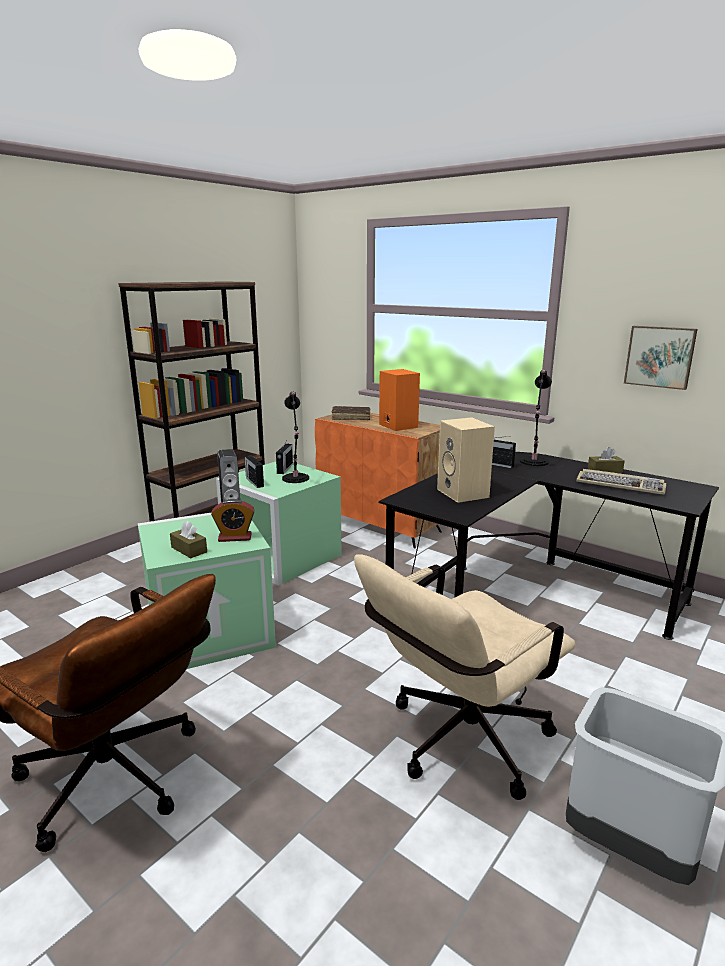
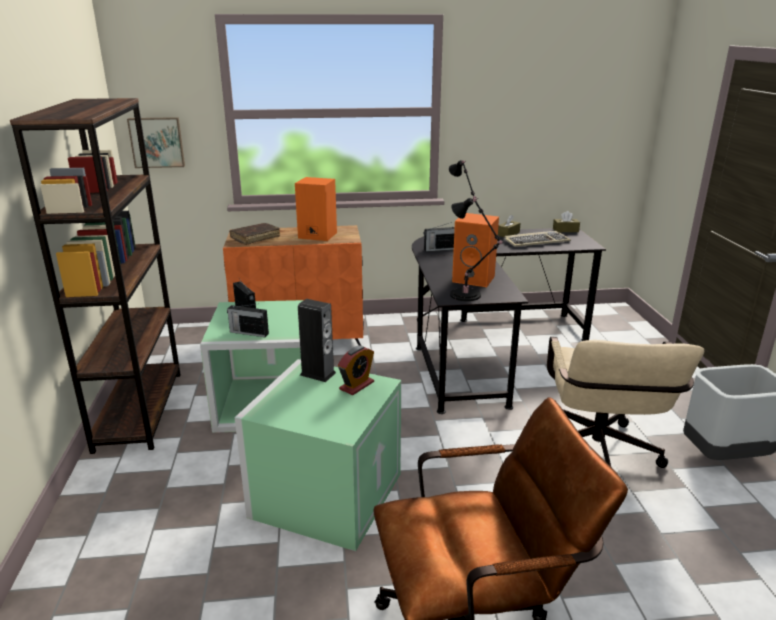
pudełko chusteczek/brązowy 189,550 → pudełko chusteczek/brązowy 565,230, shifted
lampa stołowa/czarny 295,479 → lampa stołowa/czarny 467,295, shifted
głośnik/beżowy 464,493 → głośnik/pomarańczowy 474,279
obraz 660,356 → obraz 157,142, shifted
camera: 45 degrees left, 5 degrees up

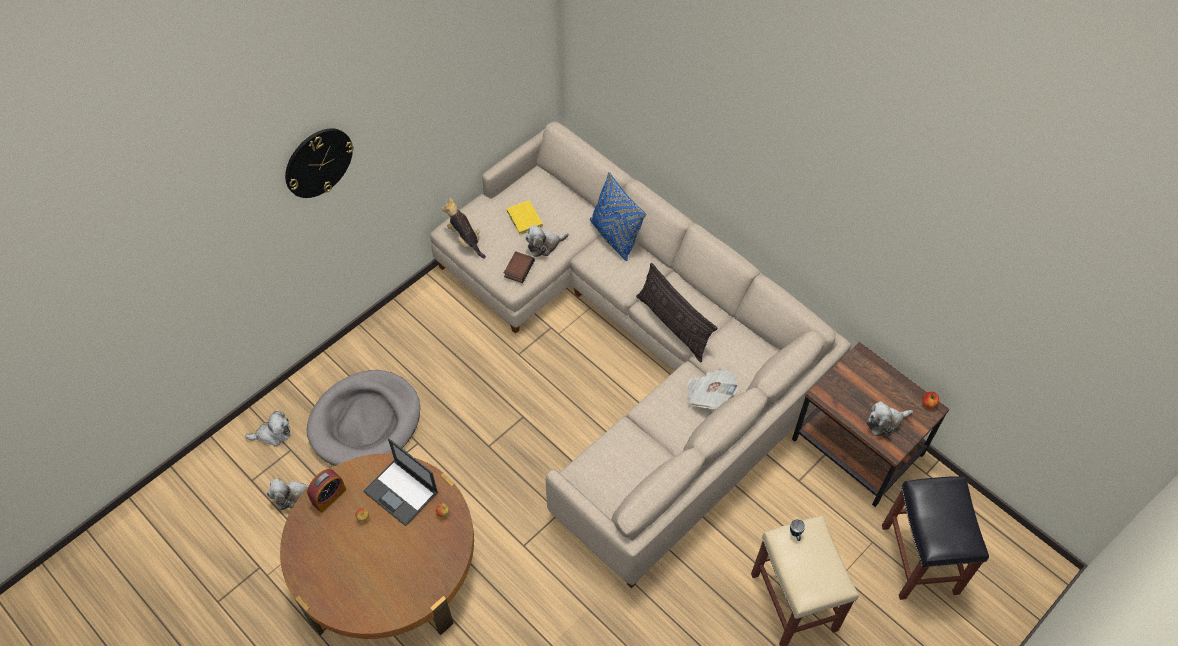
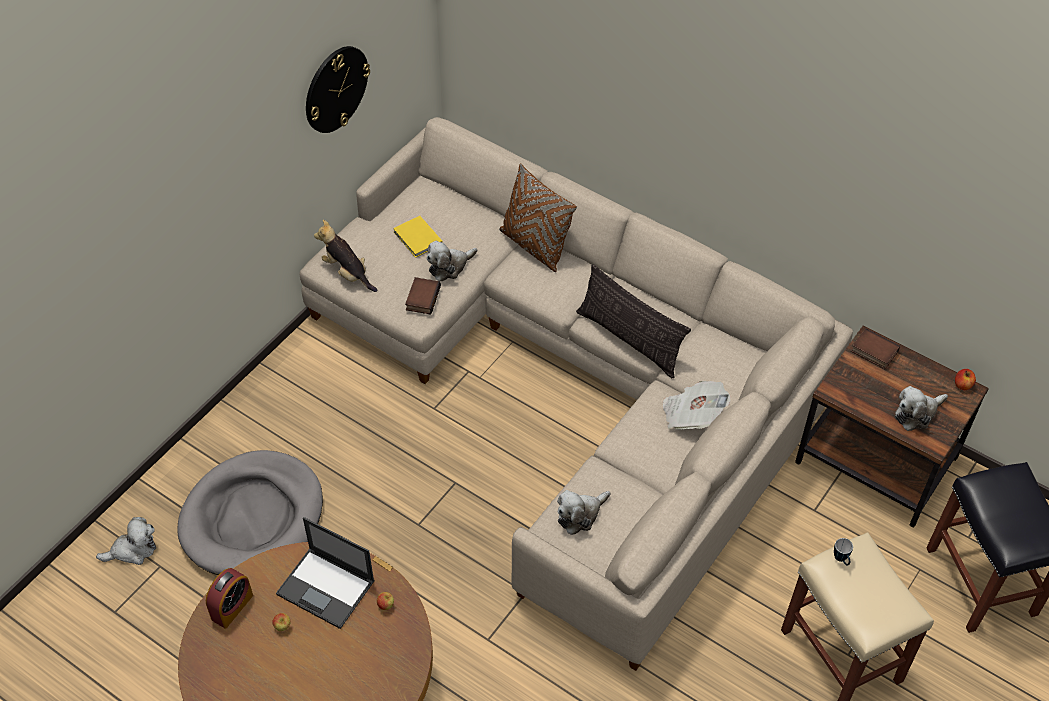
pluszak 292,495 → pluszak 580,515, shifted
zegar ścienny 318,162 → zegar ścienny 336,89, shifted
poduszka/niebieski 615,236 → poduszka/brązowy 534,246
- → książka 873,352
camera: 10 degrees left, 5 degrees down

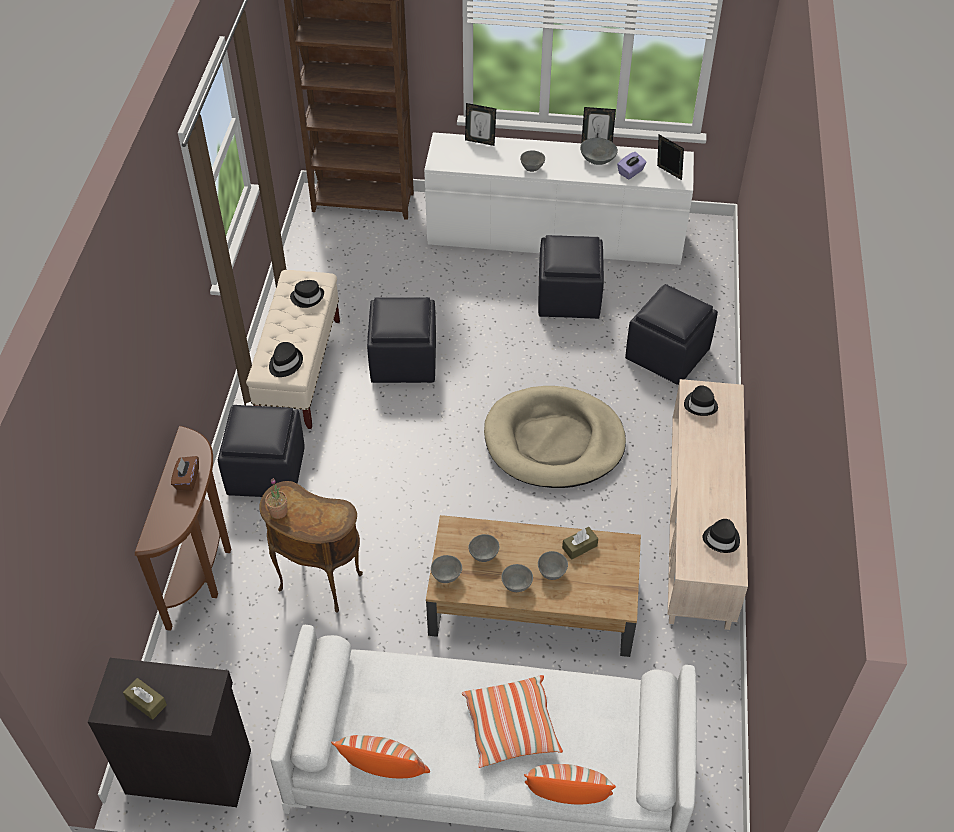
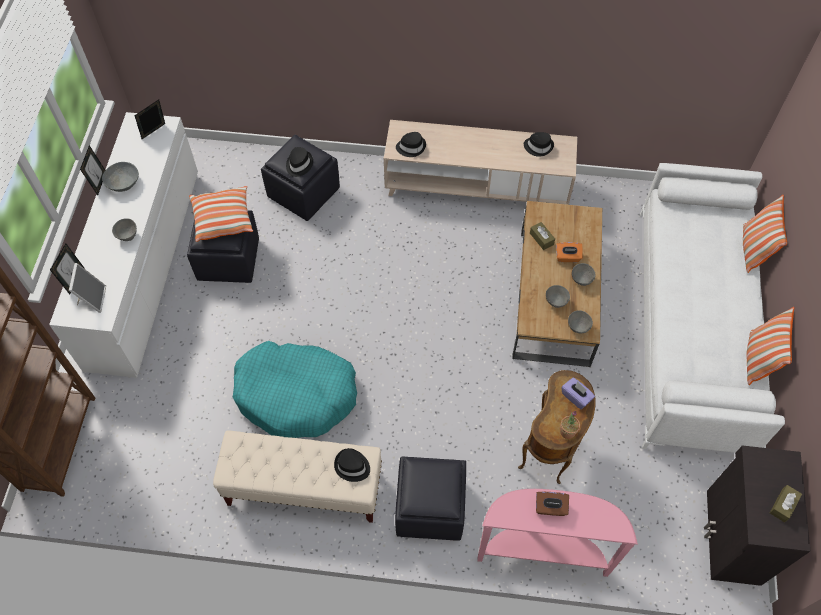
stolik konsolowy/brązowy 204,569 → stolik konsolowy/różowy 542,551
kapelusz/czarny 307,297 → kapelusz/czarny 299,164, shifted
pufa/czarny 403,360 → legowisko/turkusowy 296,395
poduszka 511,728 → poduszka 223,219, shifted
legowisko/beżowy 554,441 → -
miska/szary 552,573 → pudełko chusteczek/pomarańczowy 567,257
pudełko chusteczek/fioletowy 631,172 → pudełko chusteczek/fioletowy 576,397, shifted
- → ramka na zdjęcie 92,299
camera: 90 degrees left, 10 degrees up

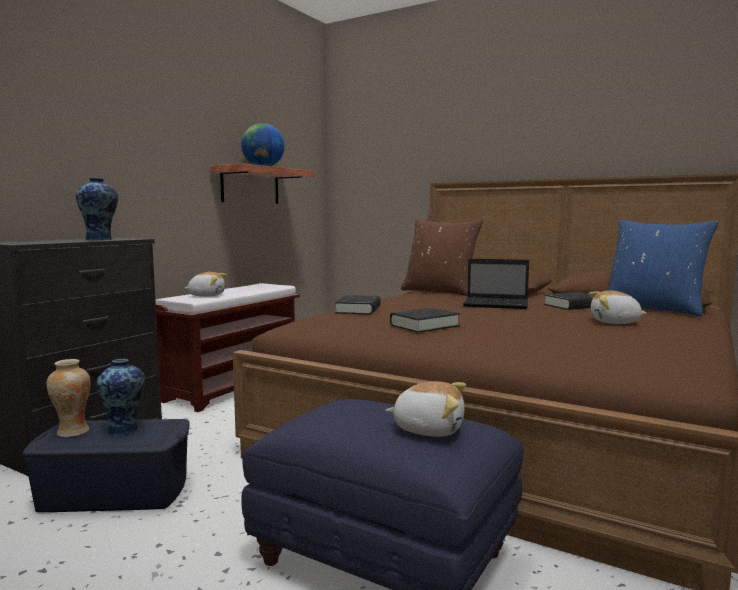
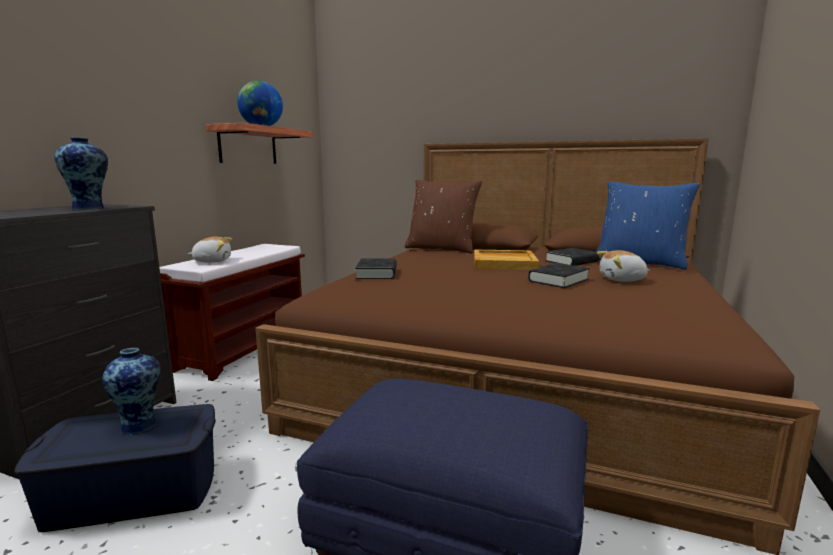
wazon 72,432 → -
pluszak 428,429 → -
książka/czarny 424,325 → książka/czarny 558,280, shifted
laptop 497,305 → taca/beżowy 504,263
camera: 10 degrees left, 5 degrees up

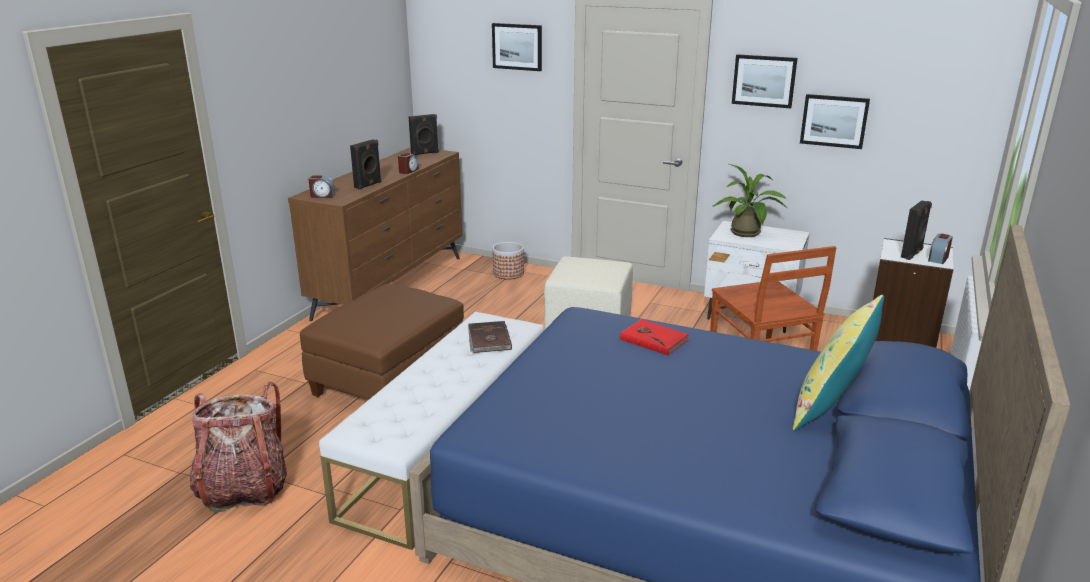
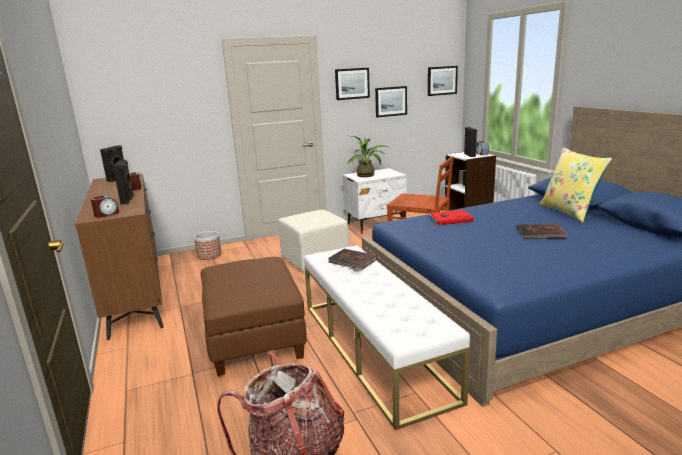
obraz 517,46 → obraz 442,80, shifted
- → książka/brązowy 541,234
camera: 45 degrees left, 5 degrees down

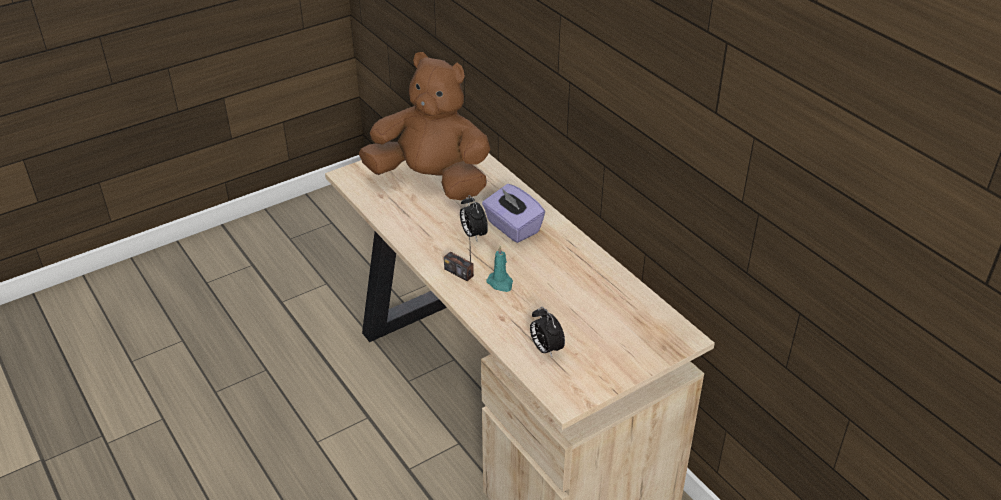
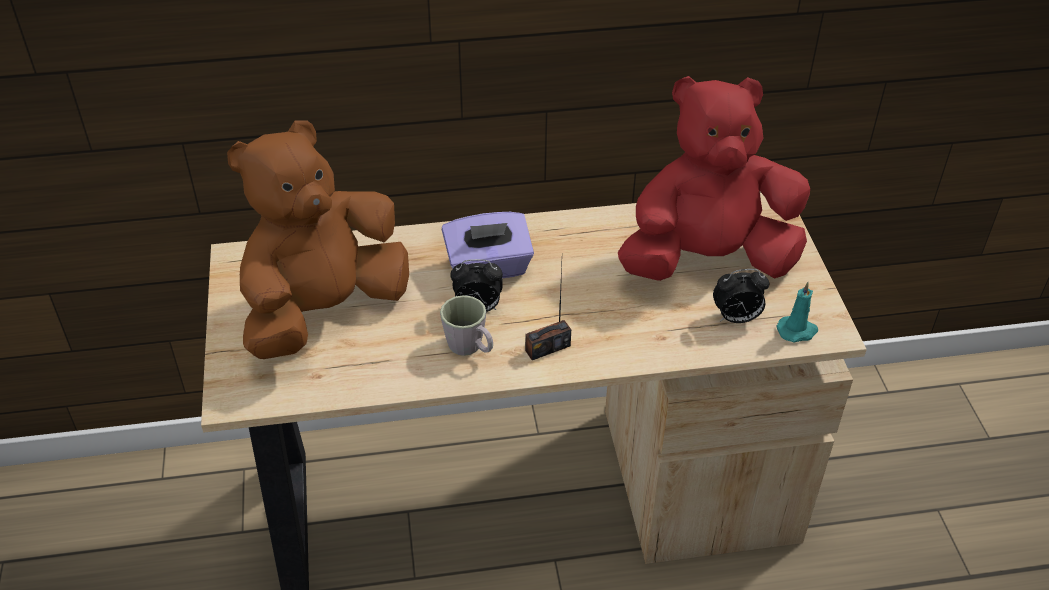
świeca/turkusowy 500,283 → świeca/turkusowy 797,331, shifted
- → kubek/szary 470,348
- → pluszak/czerwony 707,260
camera: 65 degrees left, 5 degrees up

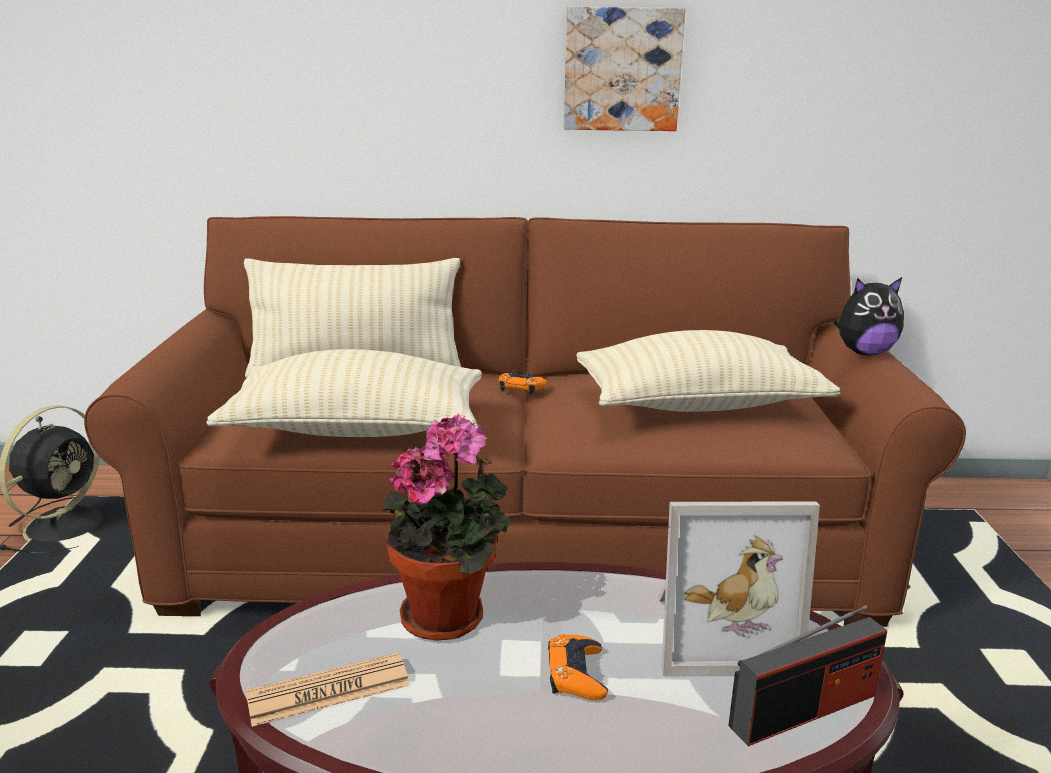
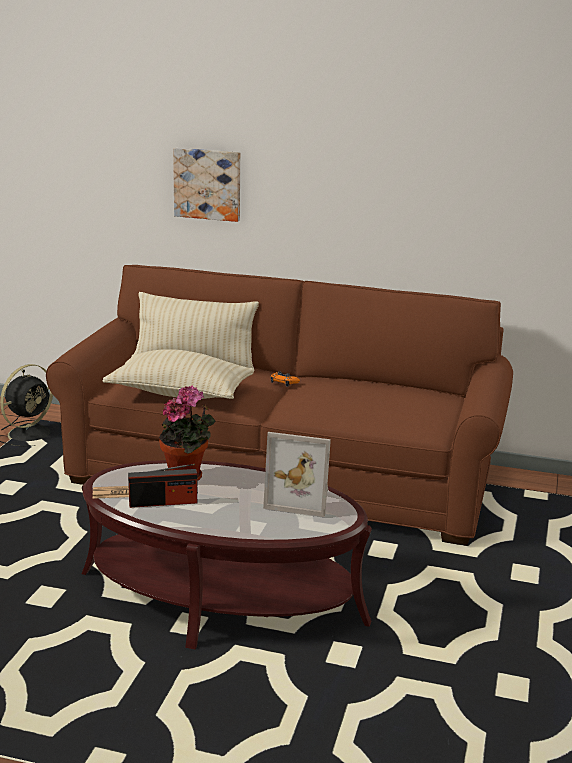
pad do gier/pomarańczowy 576,674 → -
obraz 621,70 → obraz 208,184, shifted
poduszka/beżowy 698,405 → -
radio 803,710 → radio 163,502, shifted
pluszak 864,352 → -
camera: 15 degrees right, 0 degrees up

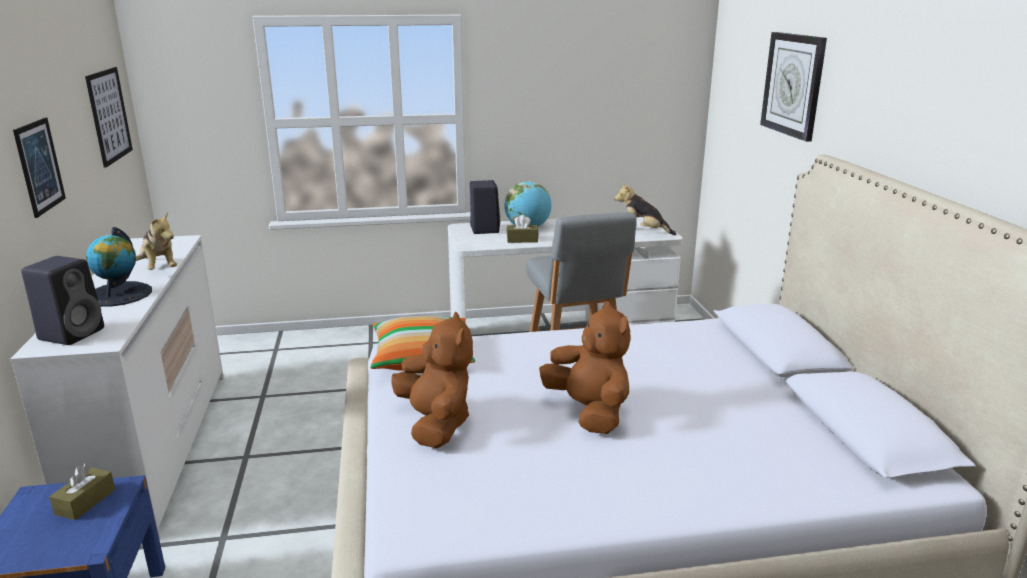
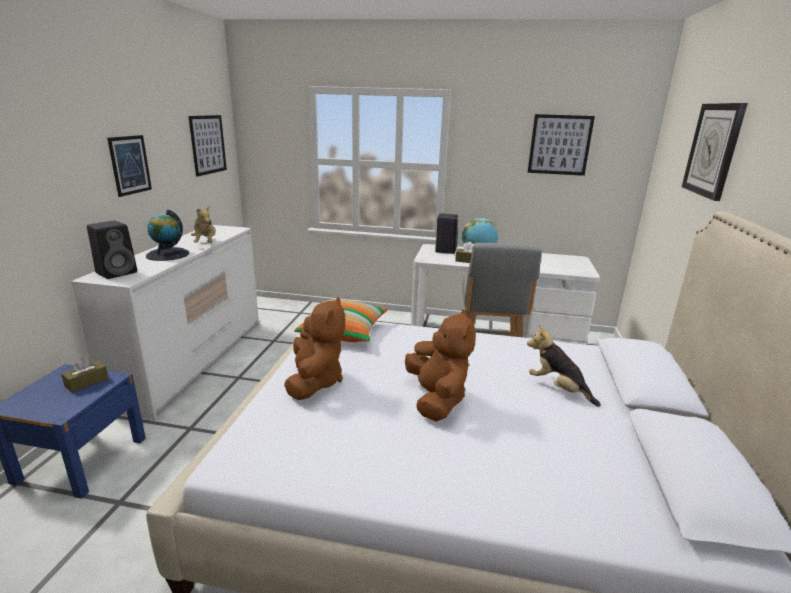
pluszak 642,231 → pluszak 558,389, shifted
- → obraz 559,145
camera: 20 degrees right, 0 degrees up

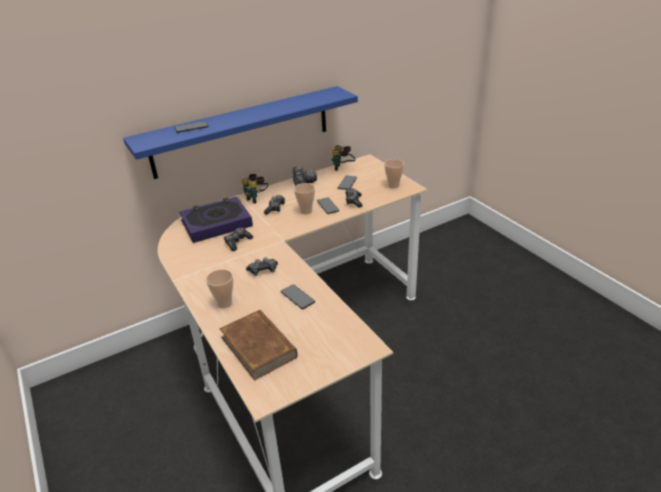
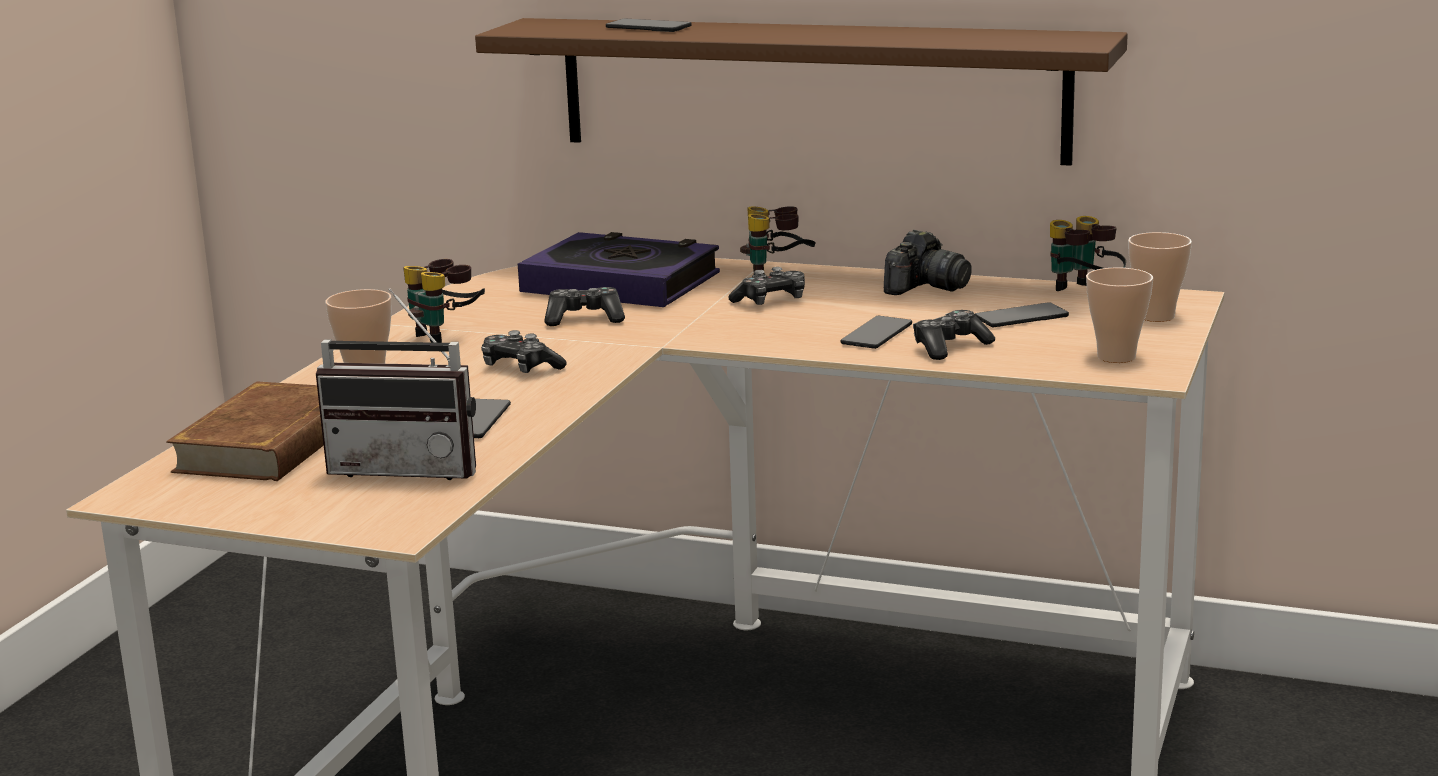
półka/niebieski 242,131 → półka/brązowy 809,89
filiżanka 306,211 → filiżanka 1156,316, shifted
- → radio 409,468
- → lornetka 447,335
camera: 50 degrees right, 15 degrees down

